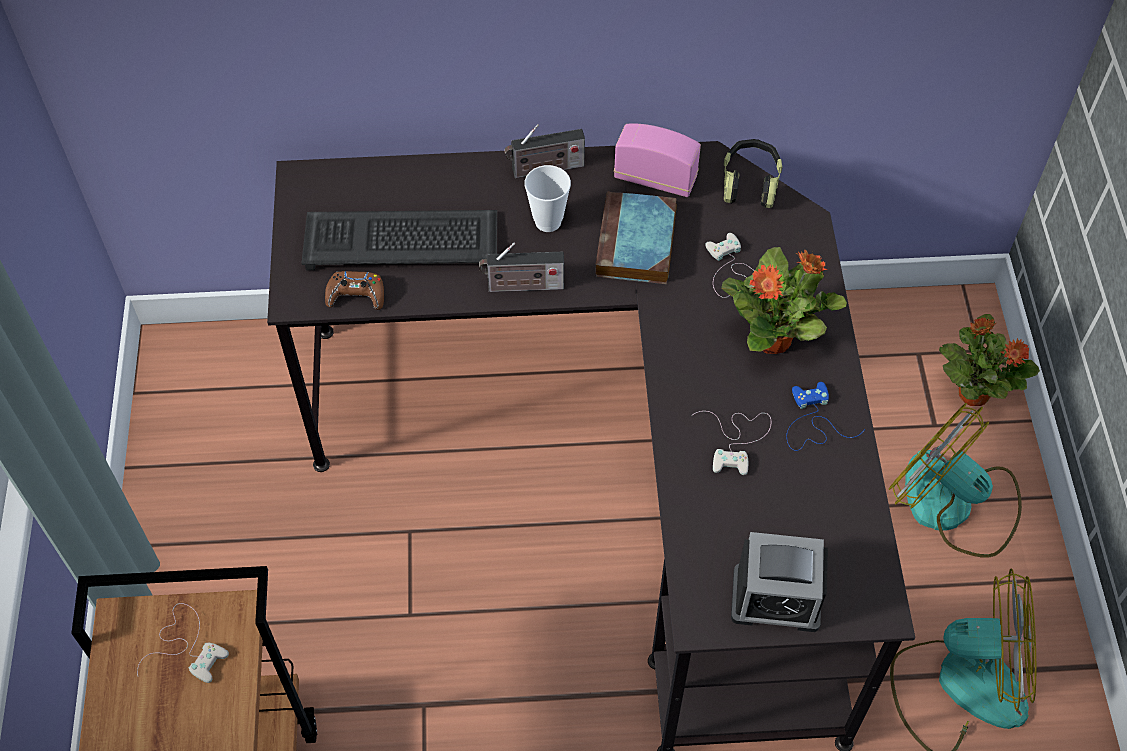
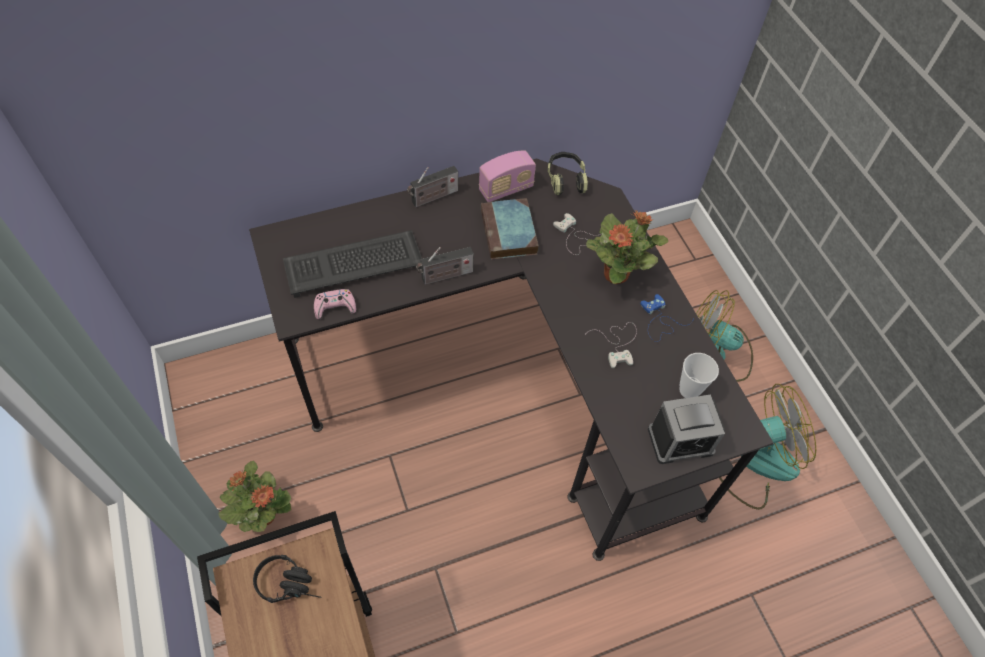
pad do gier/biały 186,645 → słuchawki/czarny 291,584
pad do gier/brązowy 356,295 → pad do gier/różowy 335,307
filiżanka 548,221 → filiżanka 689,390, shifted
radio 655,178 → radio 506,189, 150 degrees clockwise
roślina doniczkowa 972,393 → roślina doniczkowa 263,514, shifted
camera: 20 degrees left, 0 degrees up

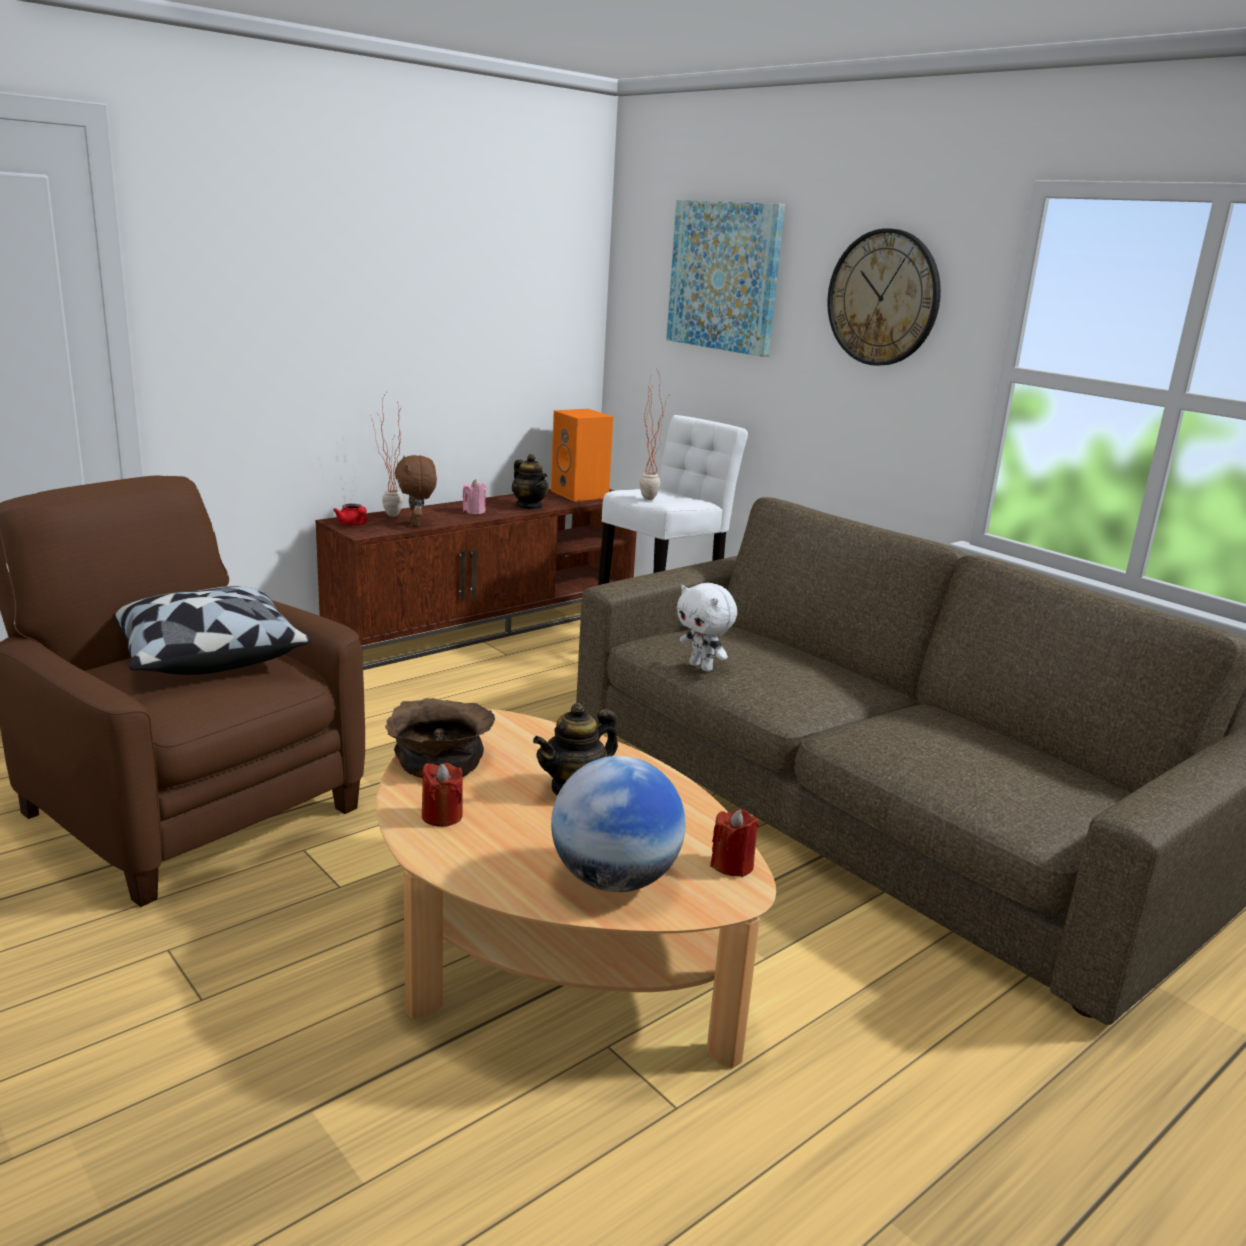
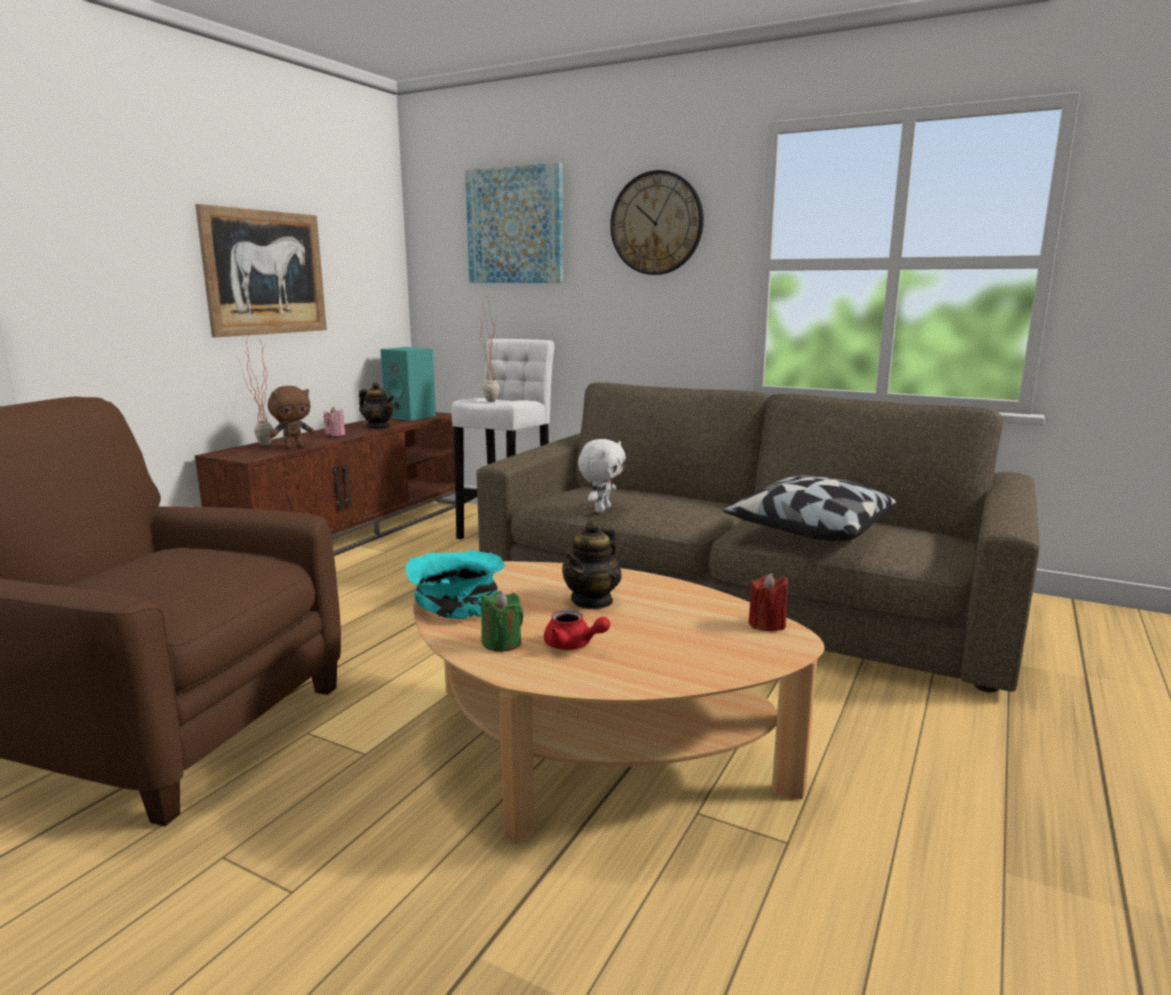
poduszka 206,656 → poduszka 808,531, shifted
imbryk/czerwony 353,524 → imbryk/czerwony 573,645, shifted
miska/brązowy 441,758 → miska/turkusowy 458,603
pluszak/brązowy 417,524 → pluszak/brązowy 293,447, 90 degrees counterclockwise
świeca/czerwony 442,816 → świeca/zielony 502,643
głośnik/pomarańczowy 581,494 → głośnik/turkusowy 412,416
globus 614,880 → -
pluszak/biały 702,667 → pluszak/biały 601,509, 90 degrees counterclockwise
- → obraz 265,273
camera: 20 degrees left, 5 degrees down

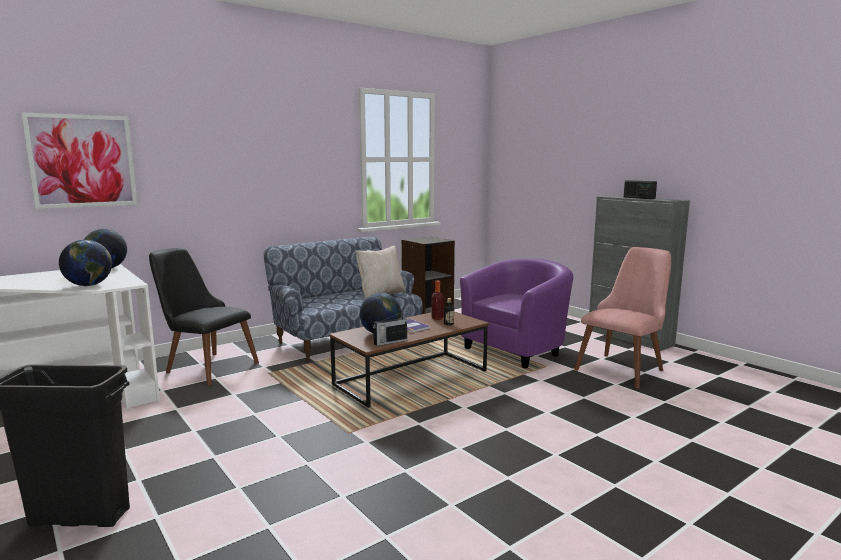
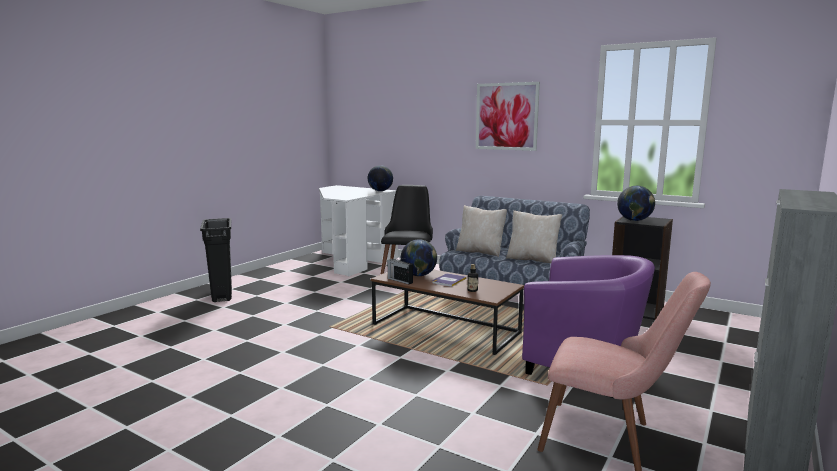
obraz 82,161 → obraz 506,116, shifted
globus 89,285 → globus 634,220, shifted
butelka 437,318 → -
radio 639,198 → -
- → poduszka/beżowy 480,252
camera: 70 degrees right, 0 degrees up

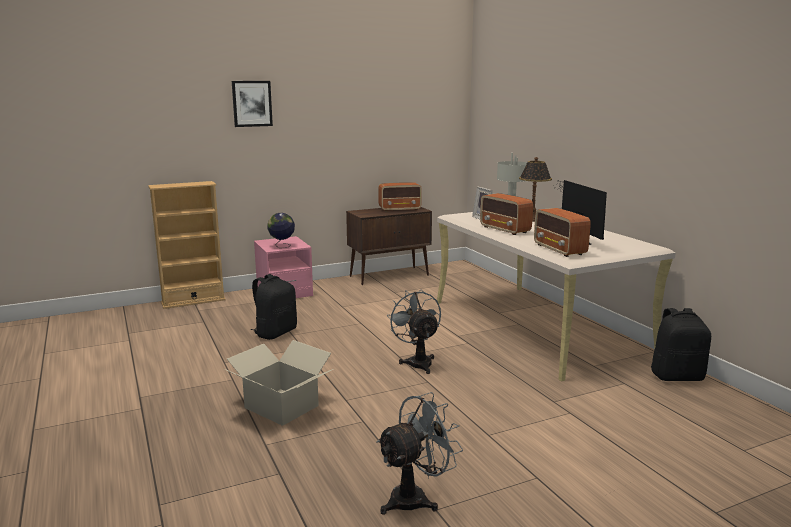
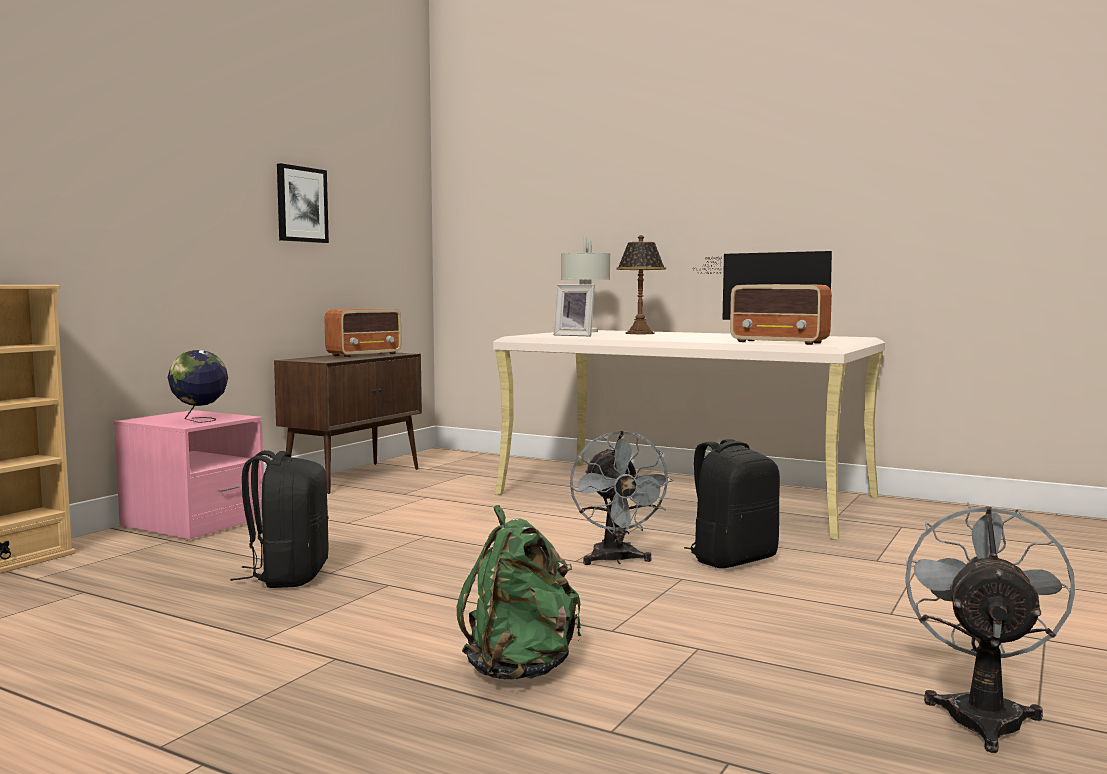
karton 282,406 → plecak/zielony 521,669
obraz 252,103 → obraz 301,204, shifted
wentylator/szary 417,362 → wentylator/szary 616,560, 135 degrees counterclockwise
radio 505,230 → -
plecak/czarny 677,376 → plecak/czarny 732,559, shifted
camera: 35 degrees left, 10 degrees down

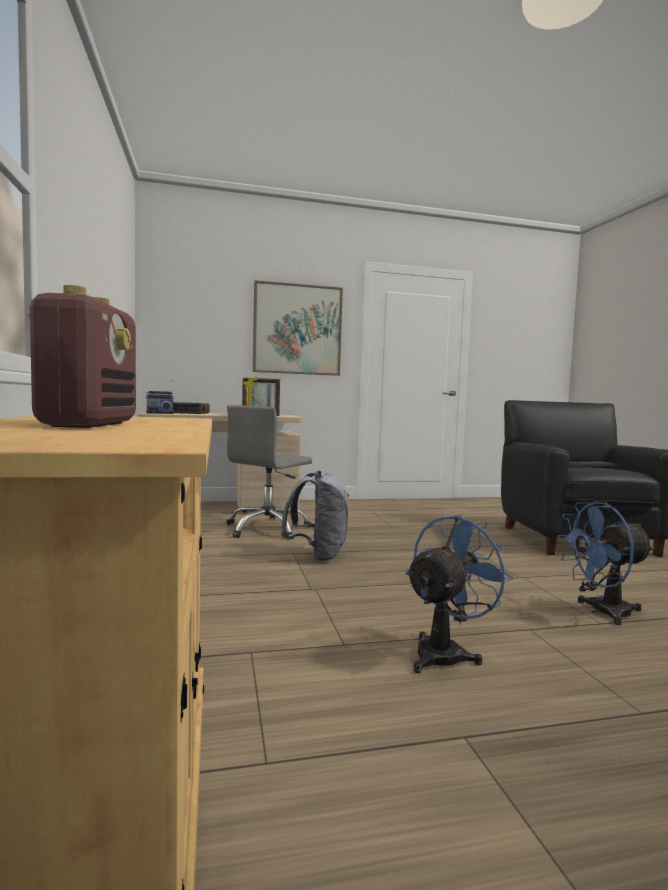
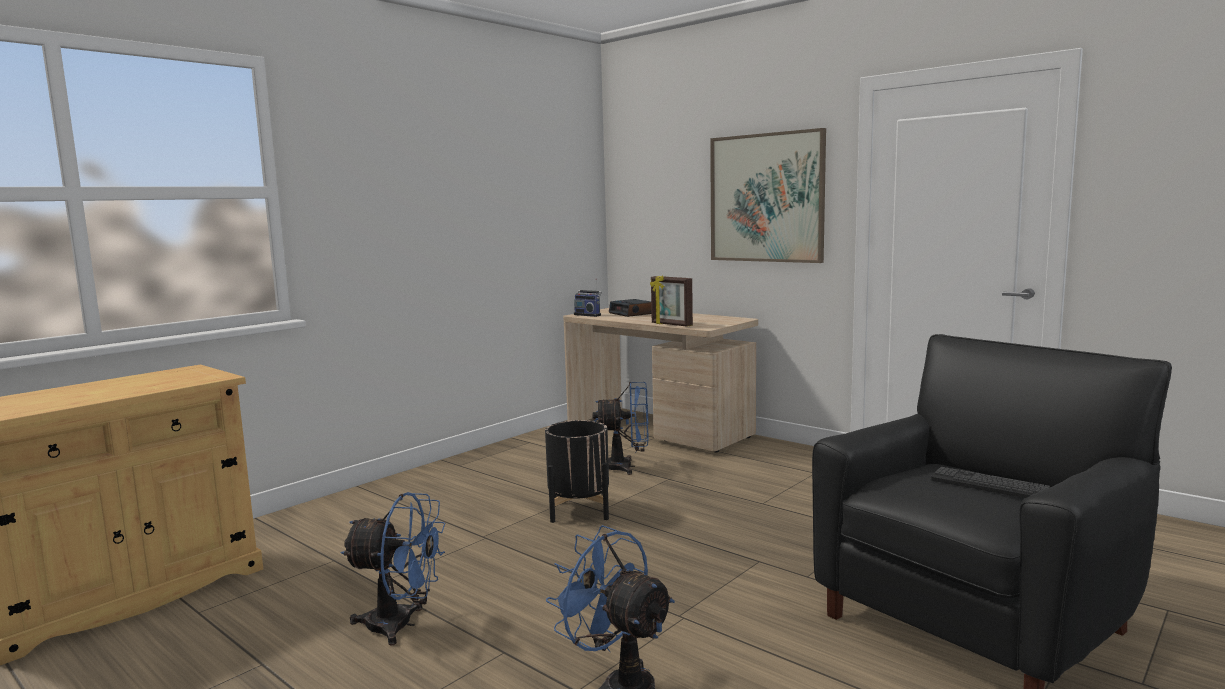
radio 89,424 → -
krzesło biurowe/szary 267,529 → wentylator/niebieski 626,467
plecak/szary 318,555 → donica/czarny 579,510
camera: 55 degrees right, 5 degrees up

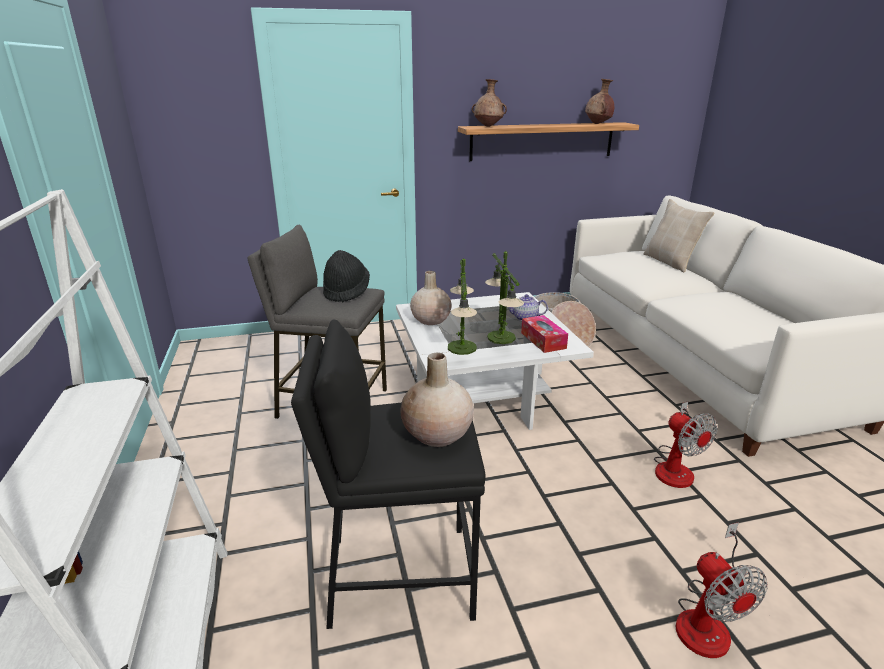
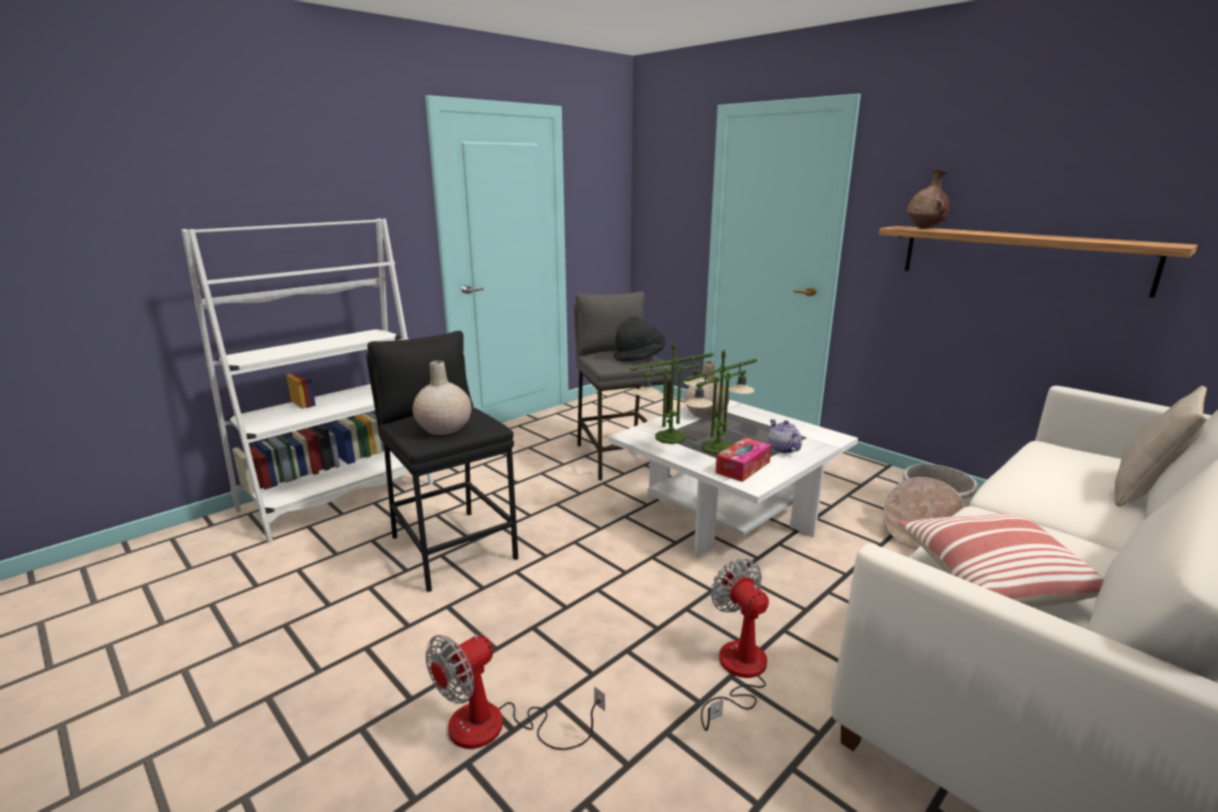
wazon/brązowy 598,124 → -
wentylator 675,467 → wentylator 737,672, 120 degrees clockwise
- → poduszka 991,577
camera: 60 degrees right, 5 degrees down

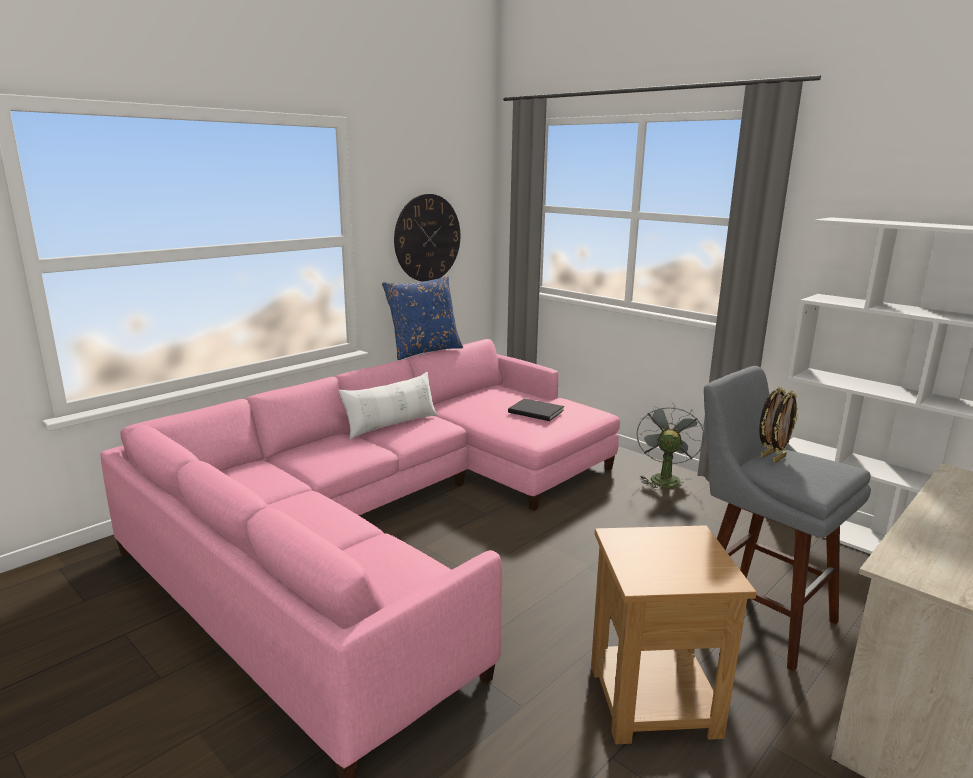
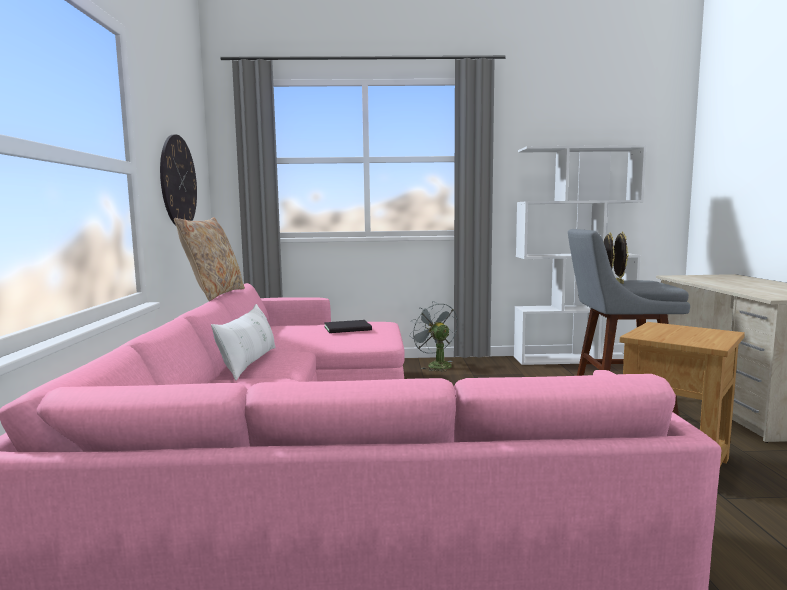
poduszka/niebieski 424,351 → poduszka/beżowy 214,294
camera: 45 degrees left, 10 degrees down

